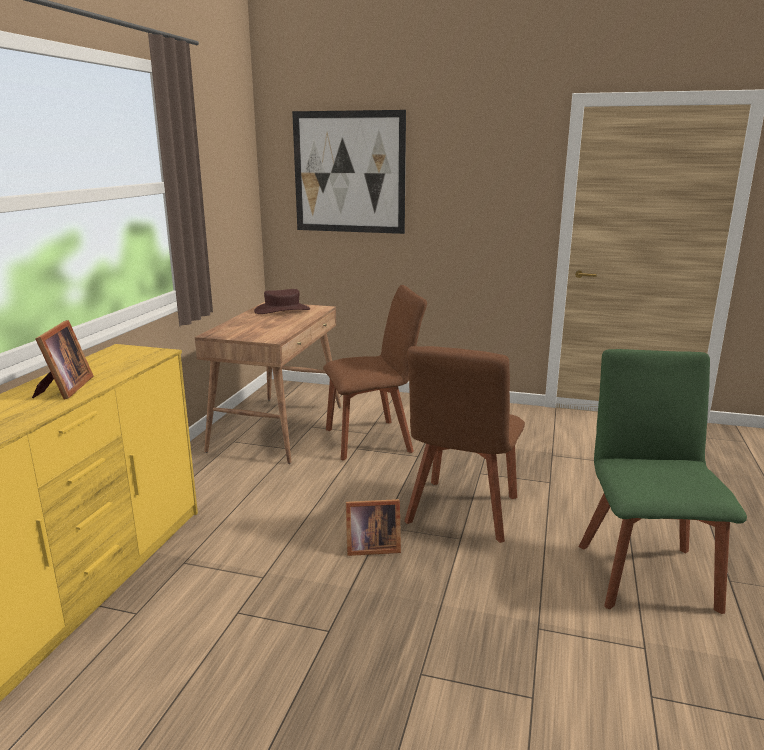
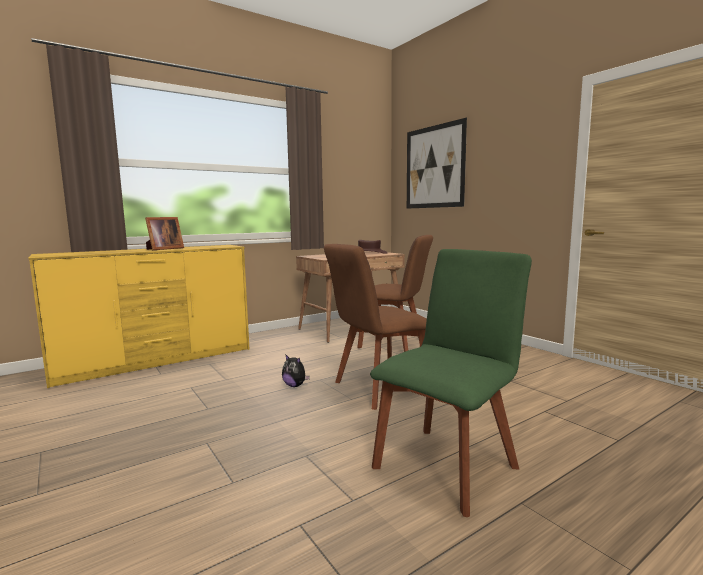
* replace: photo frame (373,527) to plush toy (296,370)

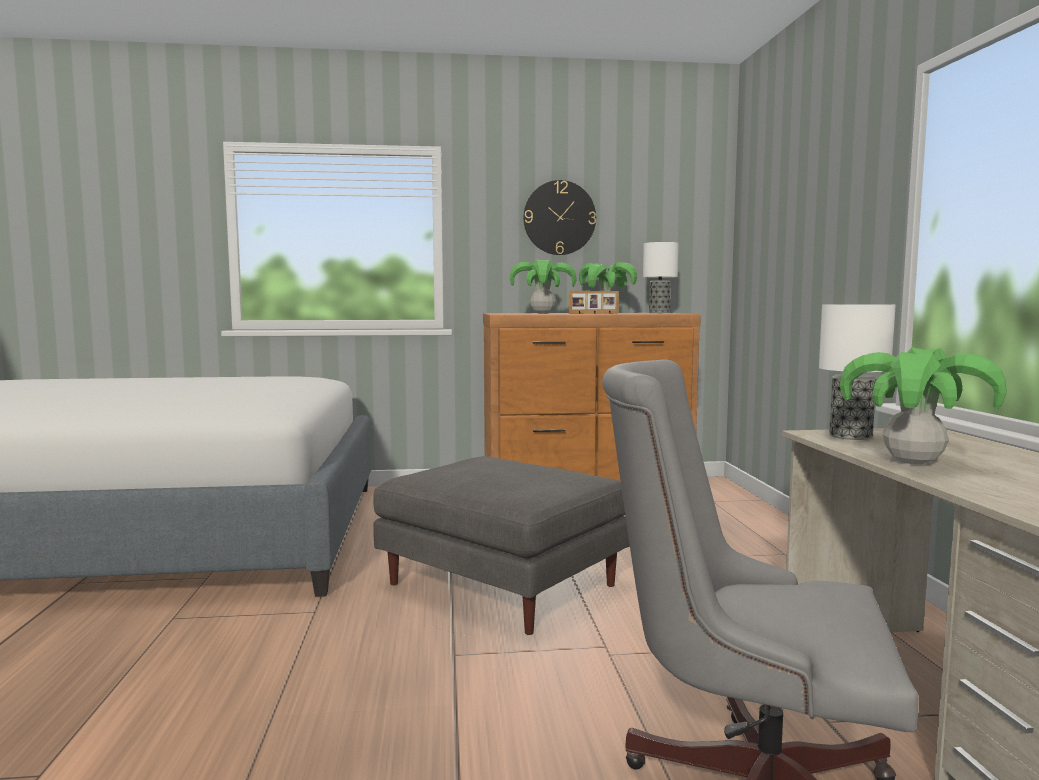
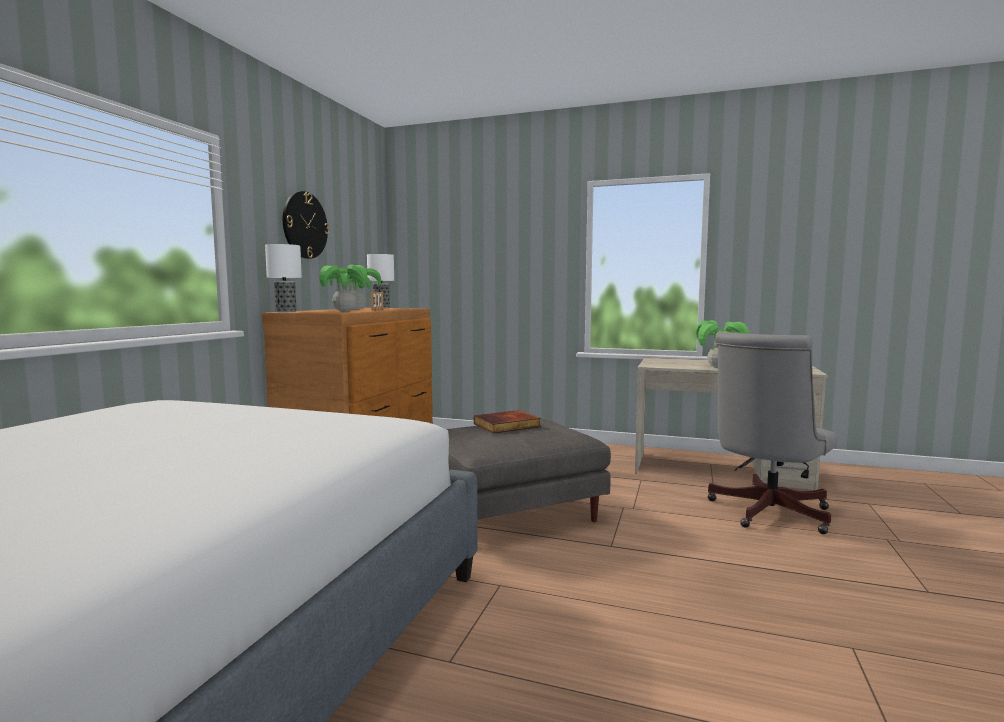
* insert: volume (507,421)
* move: table lamp (857,372) to (283,278)

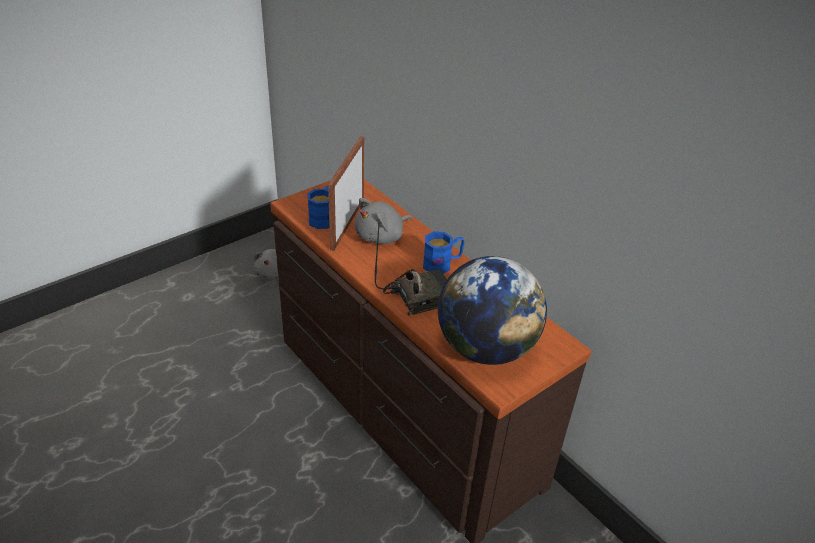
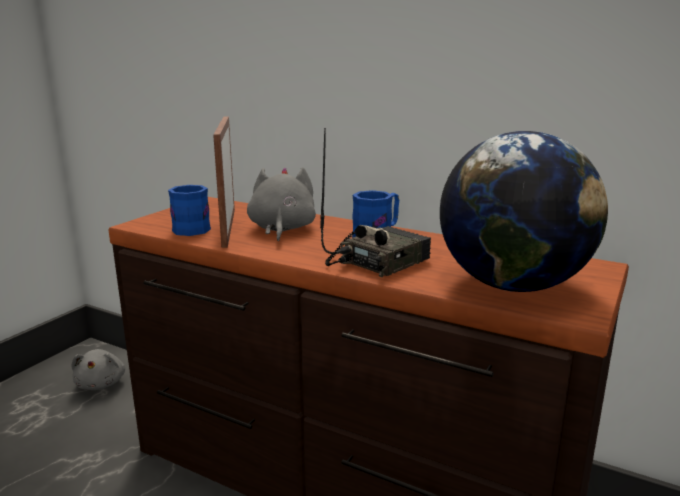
* rotate: plush toy (gray) (383,221) = (281,204) 150 degrees clockwise

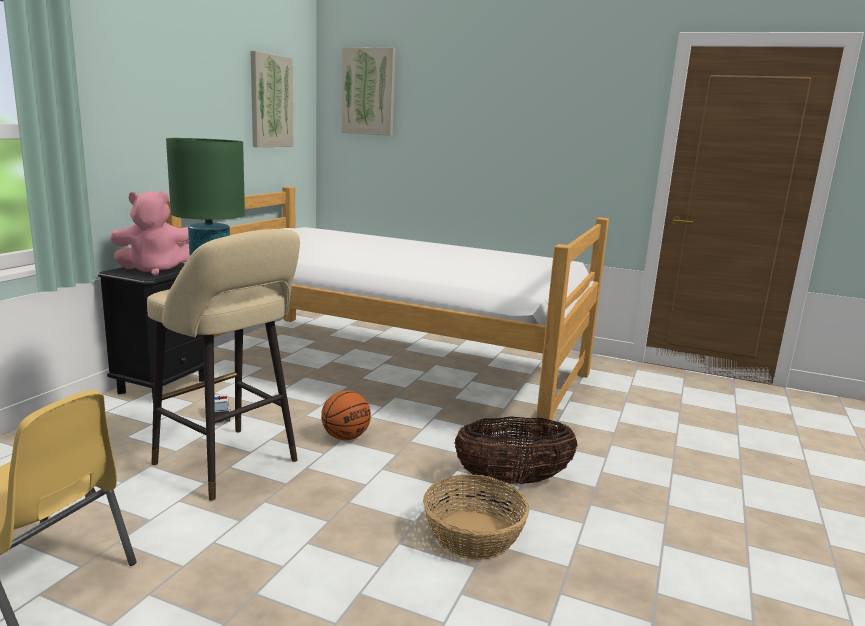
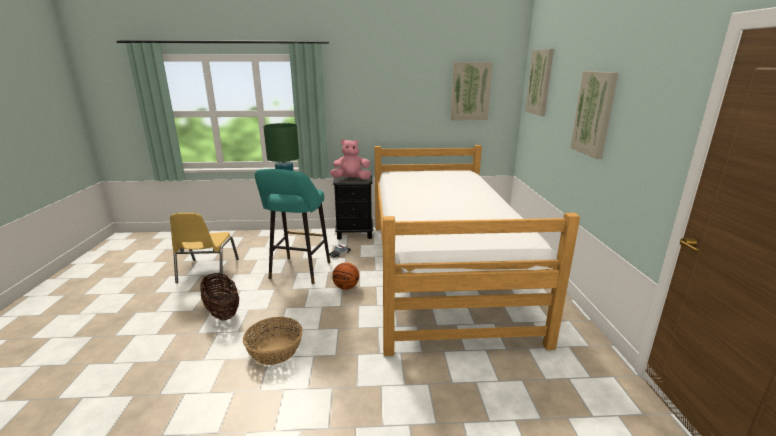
* insert: picture (594,115)
* move: basket (516,450) to (219,296)
* recolor: stool seat (beige) (223,365) to stool seat (blue-green) (292,226)
* rotate: plush toy (pinkish) (150,233) = (350,159) 120 degrees clockwise

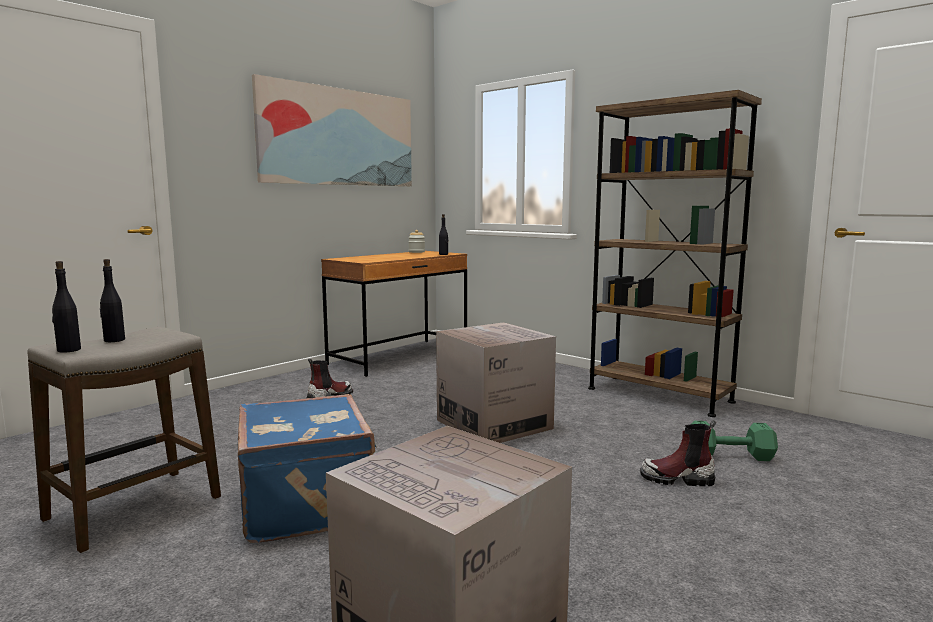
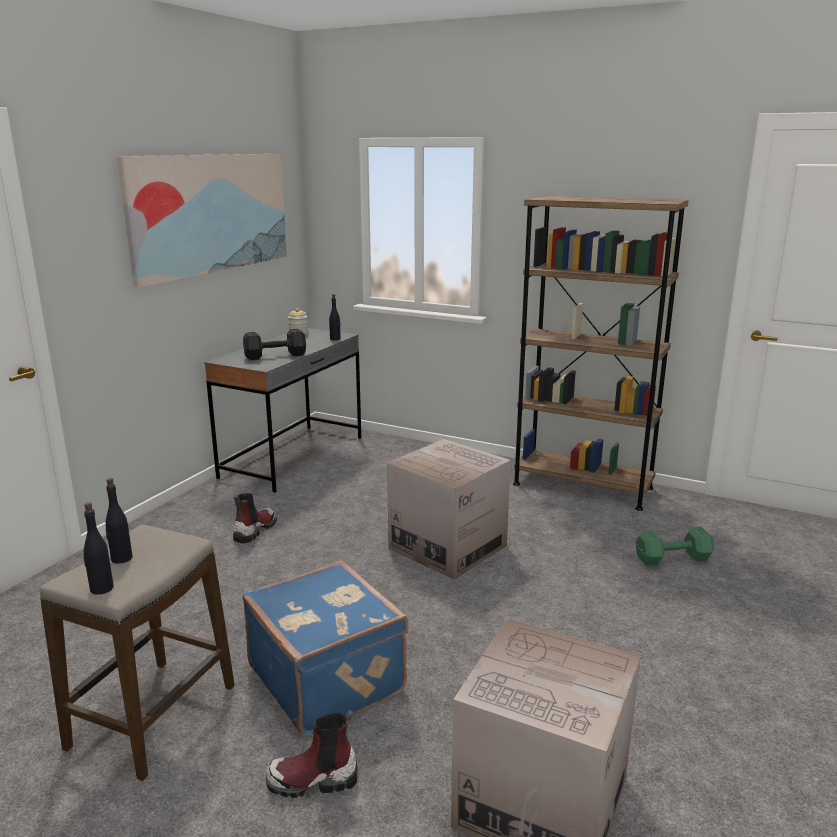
* insert: free weight (black) (274,344)
* move: high-top boot (678,453) to (312,754)
* recolor: desk table (brownish) (394,314) to desk table (gray) (282,410)

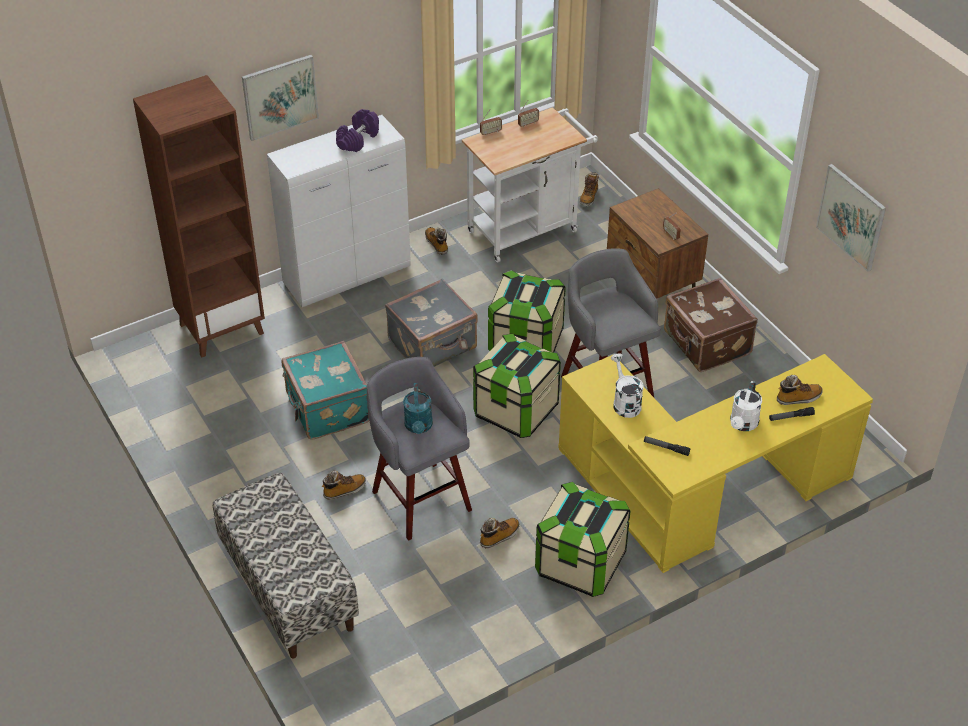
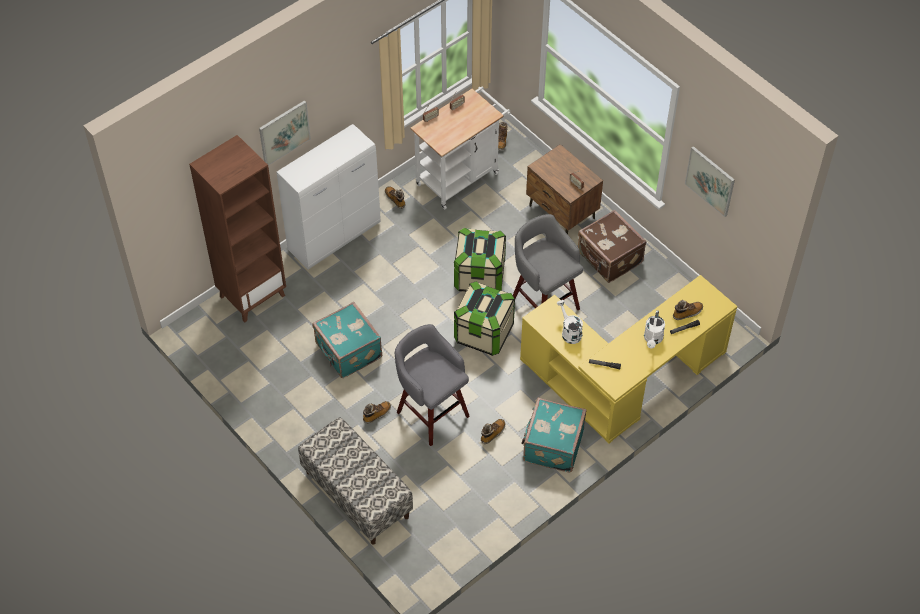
* delete: free weight (purple) (357,130)
* delete: piece of luggage (gray) (431,322)
* delete: watering pot (blue-green) (418,408)
* replace: storage box (583,539) to piece of luggage (blue-green) (554,435)

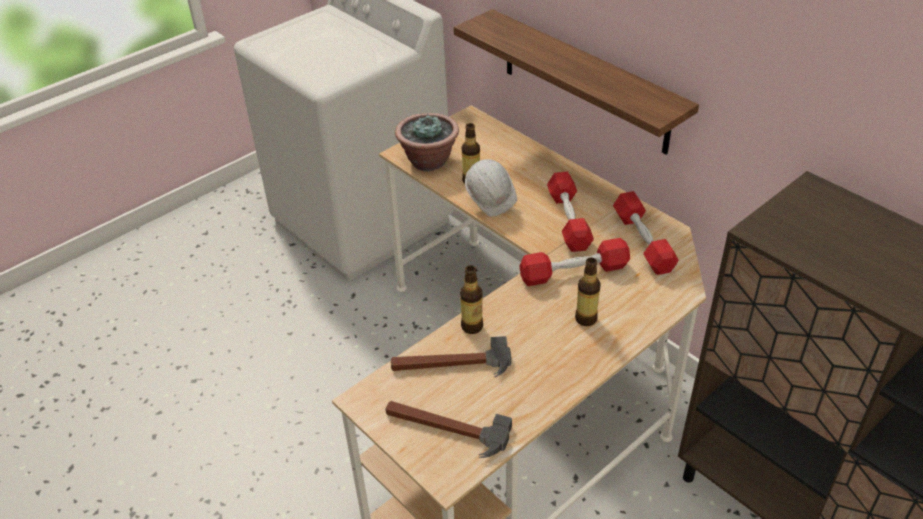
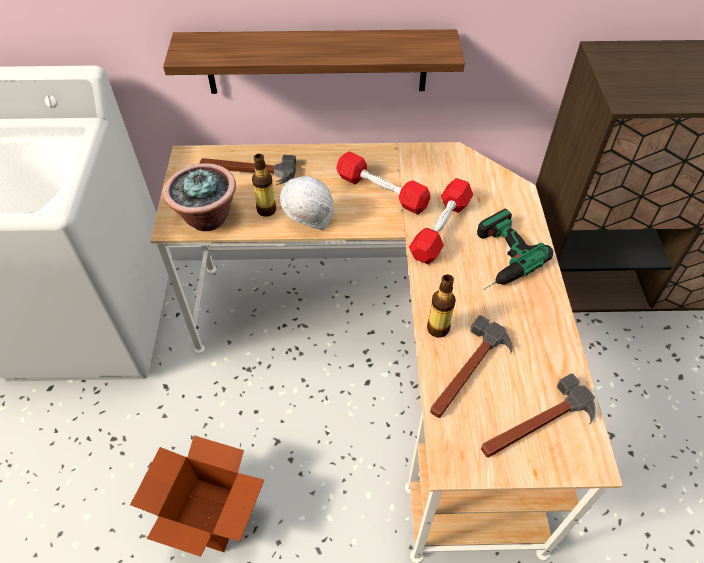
* delete: free weight (reddish) (645,233)
* insert: packing box (197,496)
* insert: hammer (247,170)
* replace: bottle (588,292) to power drill (515,249)

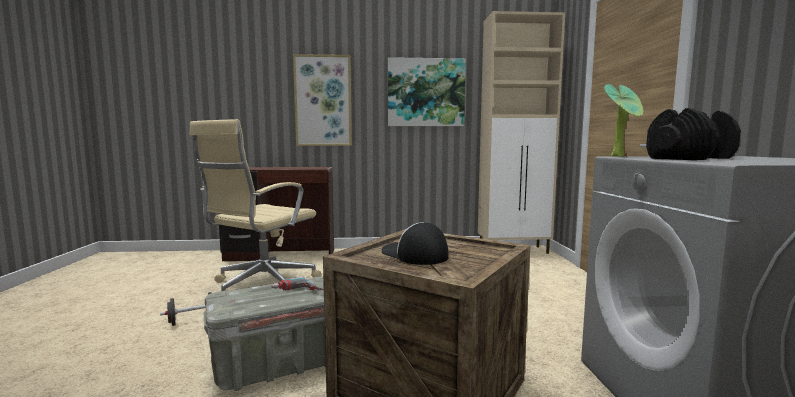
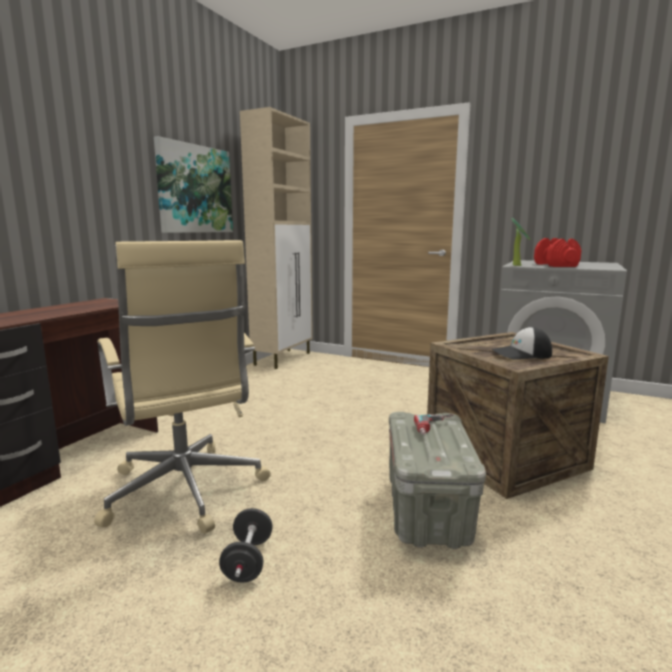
* delete: picture (322,100)
* recolor: free weight (black) (693,134) to free weight (reddish) (558,252)

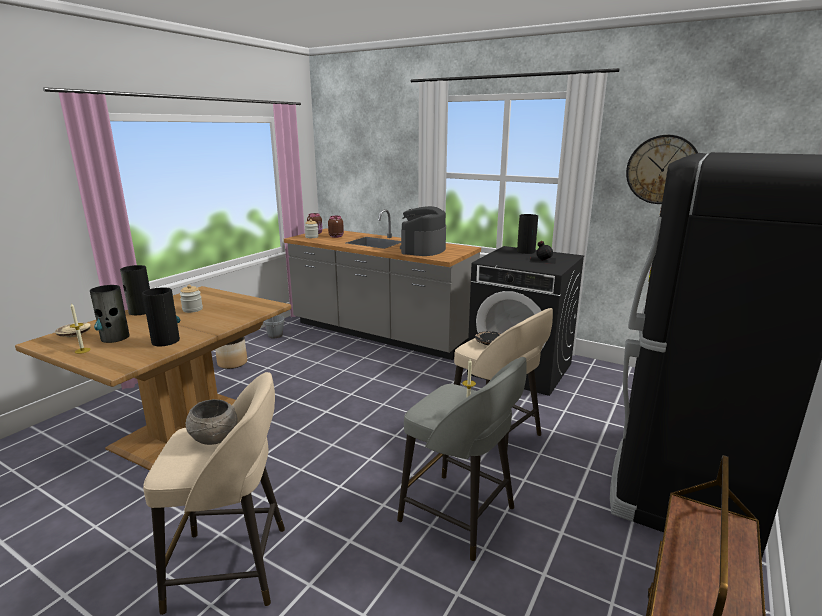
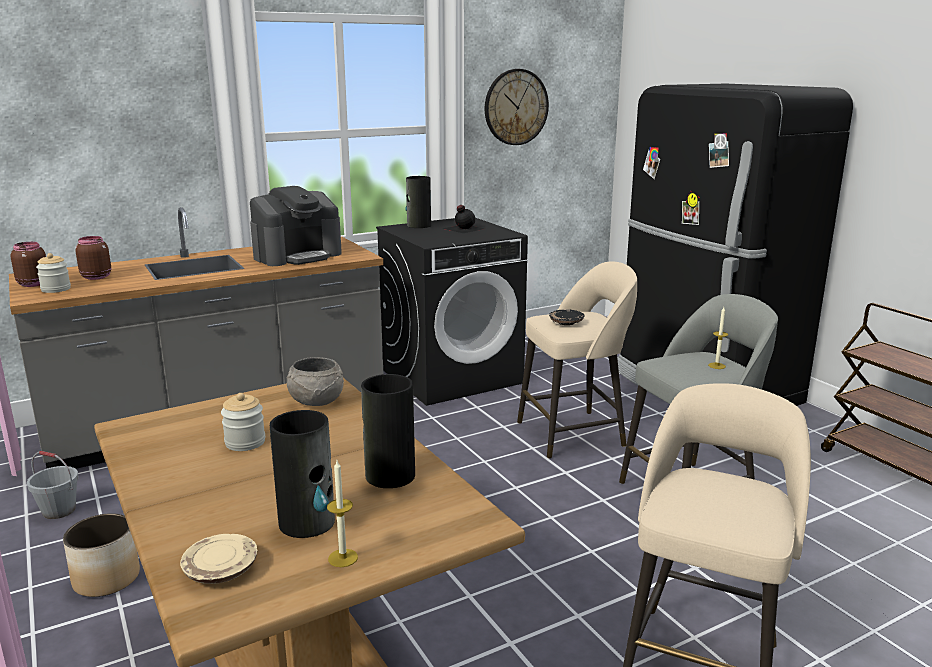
* delete: flower vase (135,290)
* move: serving bowl (gray) (211,422) to (315,381)
* rotate: coffee maker (423,231) = (296,226) 90 degrees counterclockwise

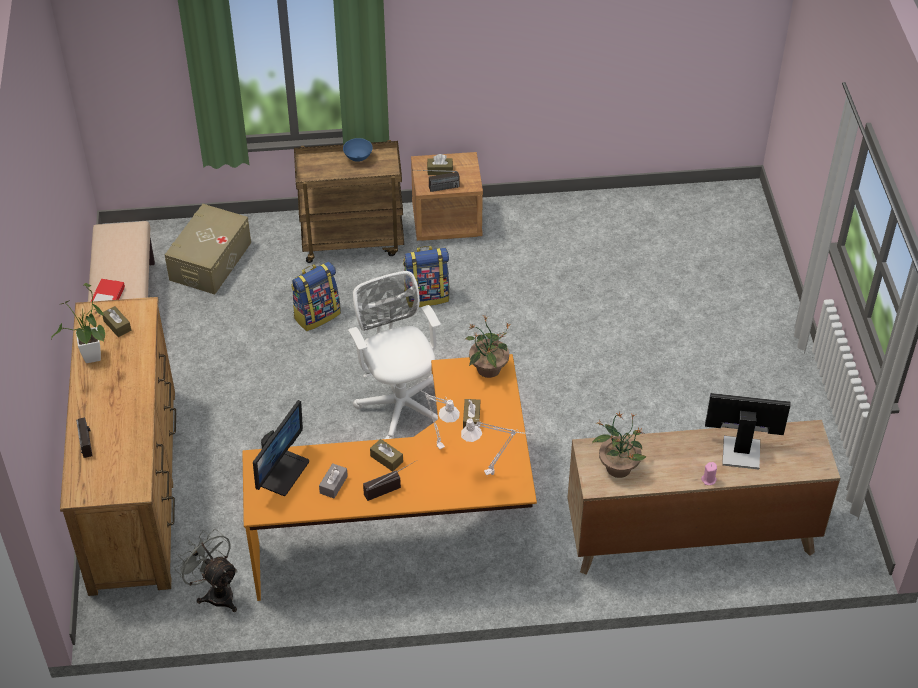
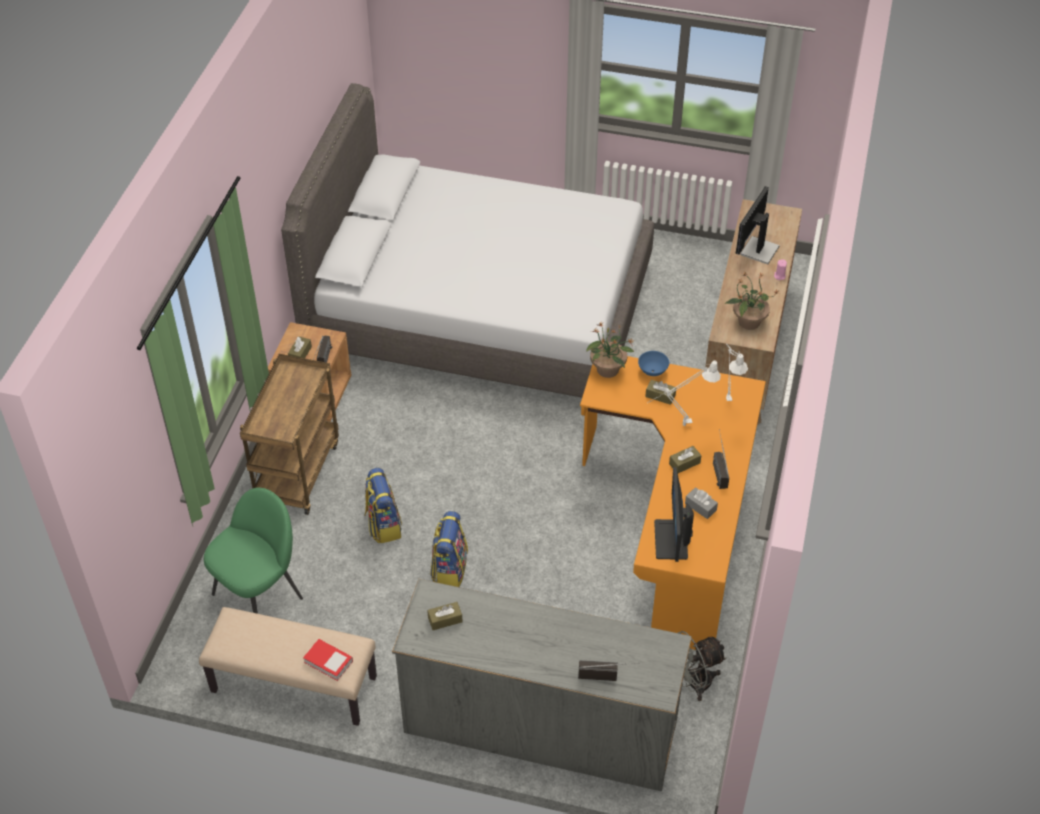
* delete: houseplant (78,323)
* delete: desk chair (white) (394,355)
* insert: sleeping bed (gray) (467,240)
* move: serving bowl (blue-coloured) (358,150) to (653,363)
* move: knapsack (426,276) to (449,549)
* replace: storage box (beige) (208,249) to upright chair (greenish) (253,551)
* recolor: drawer chest (brownish) (118,446) to drawer chest (gray) (542,685)
* rotate: monitor (281,448) = (674,514) 135 degrees counterclockwise

